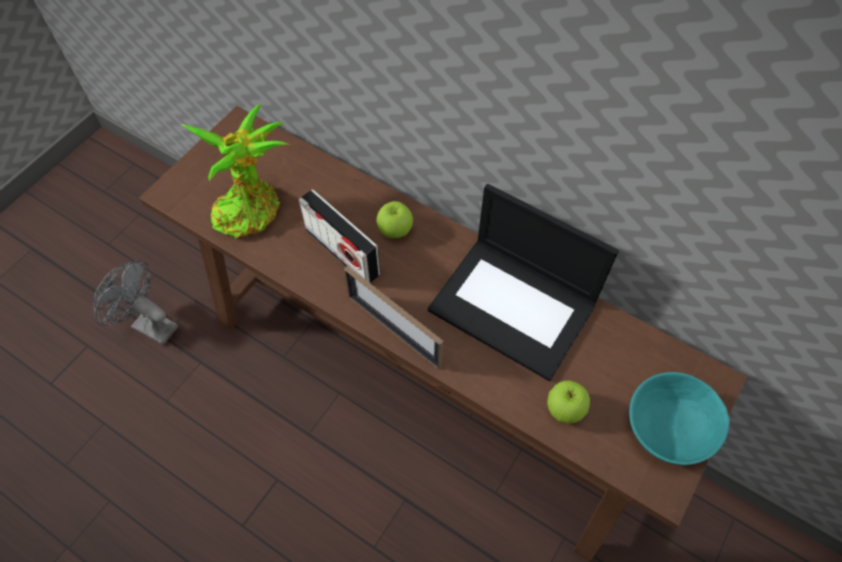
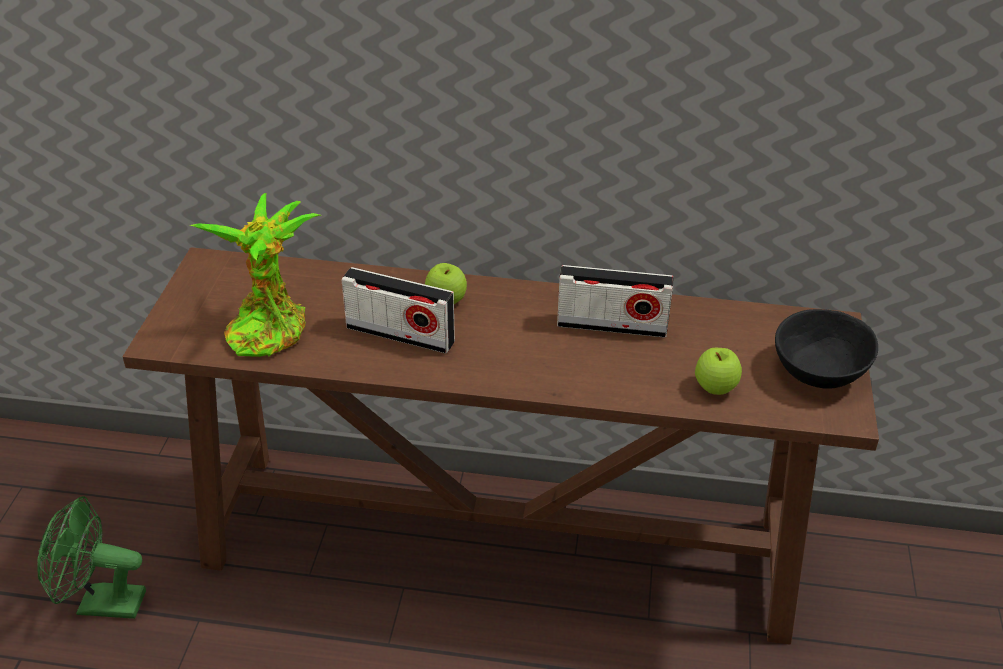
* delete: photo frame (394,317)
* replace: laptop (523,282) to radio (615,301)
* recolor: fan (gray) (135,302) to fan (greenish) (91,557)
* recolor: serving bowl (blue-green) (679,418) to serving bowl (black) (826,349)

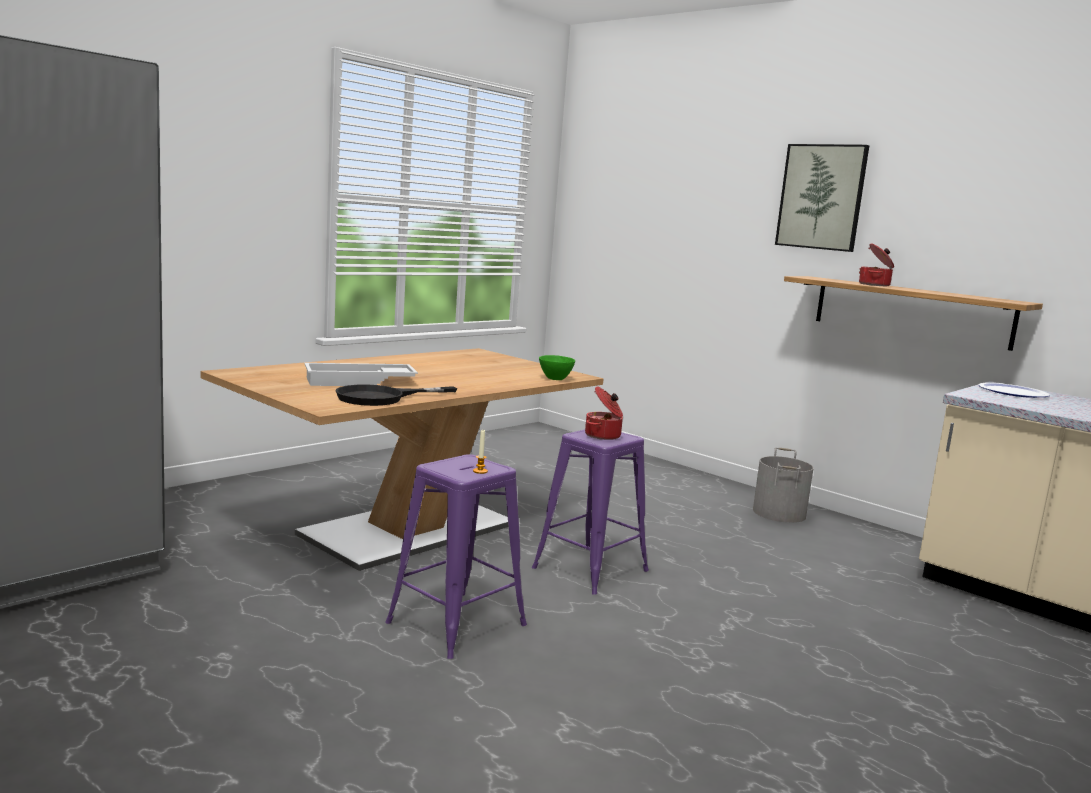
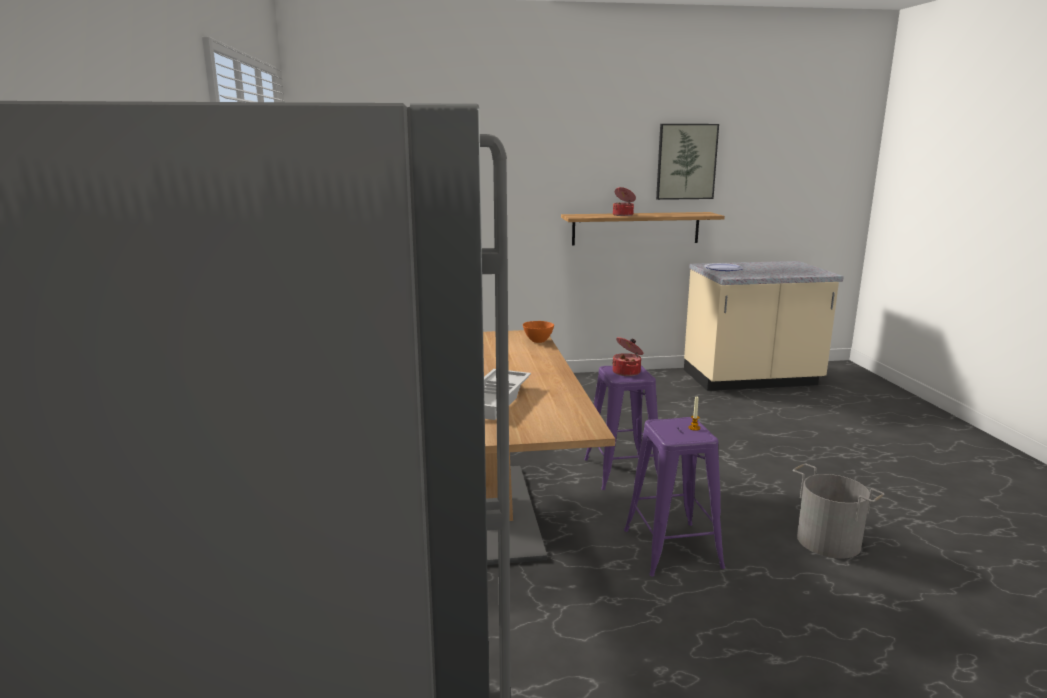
* delete: pan (black) (396,395)
* move: bucket (gray) (783,485) to (839,511)
* move: picture (822,198) to (687,162)
* recolor: serving bowl (greenish) (557,367) to serving bowl (orange) (538,332)

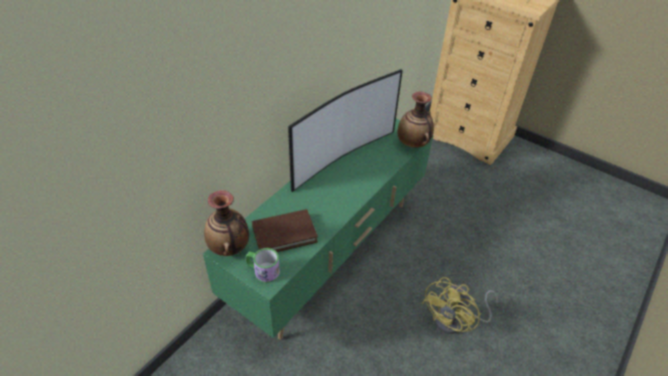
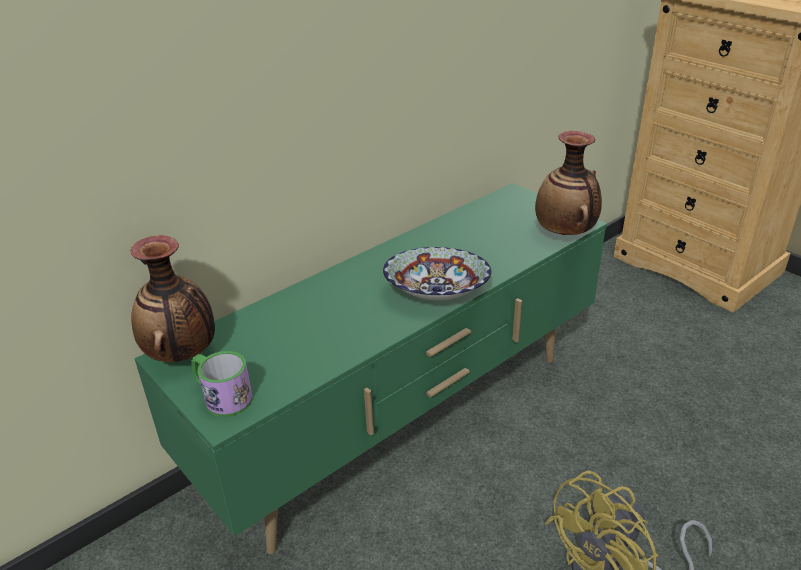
* delete: volume (brownish) (285,230)
* delete: TV (345,130)
* insert: serving bowl (437,274)

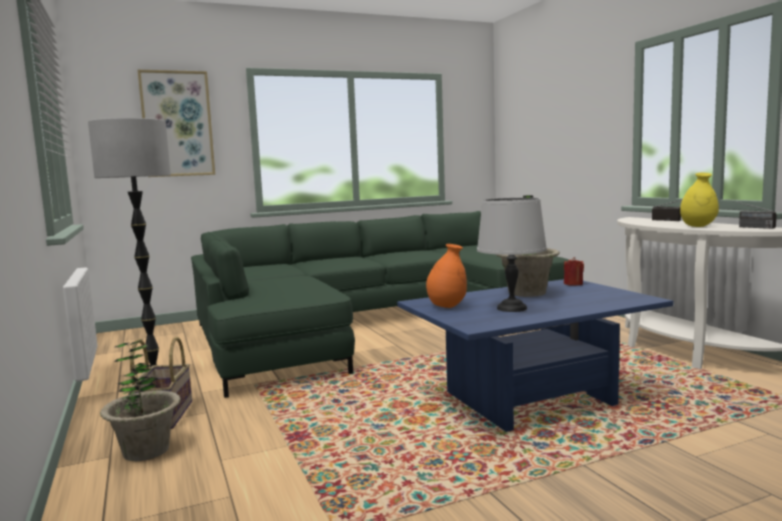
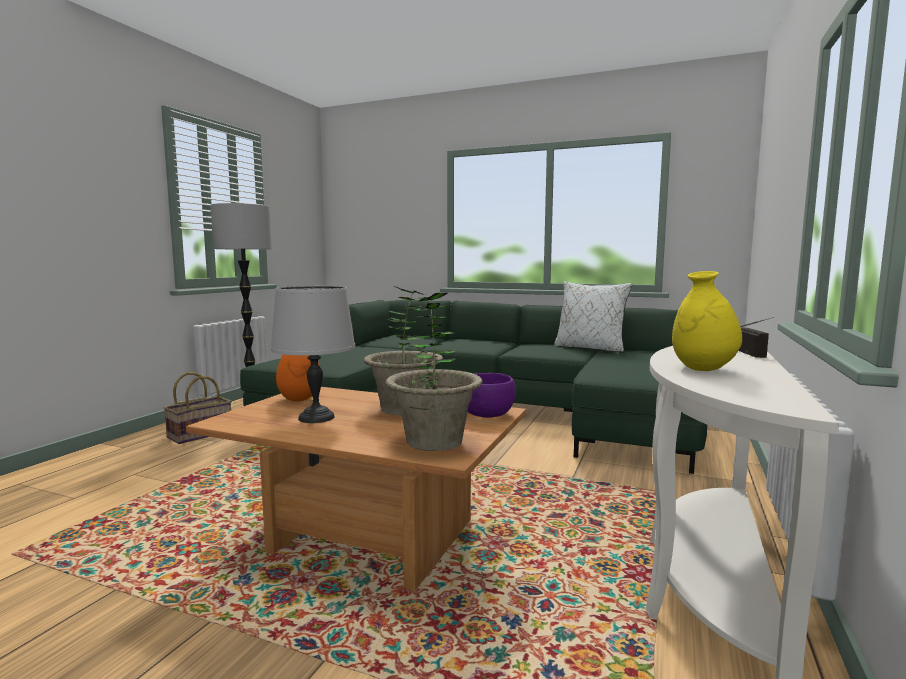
* delete: picture (176,123)
* delete: radio (751,214)
* insert: throw pillow (white) (593,317)
* move: houseplant (140,400) to (434,372)
* replace: wax candle (reddish) (574,271) to serving bowl (purple) (492,395)
* recolor: lounge table (blue-coloured) (535,355) to lounge table (brownish) (356,489)

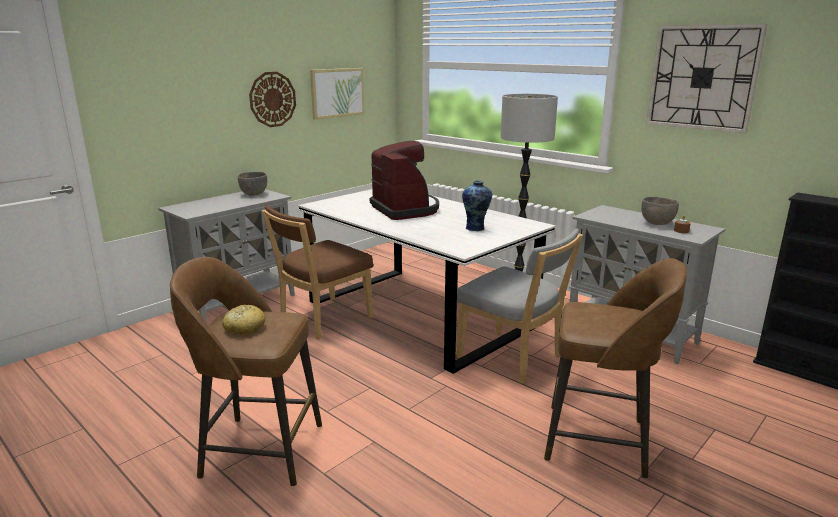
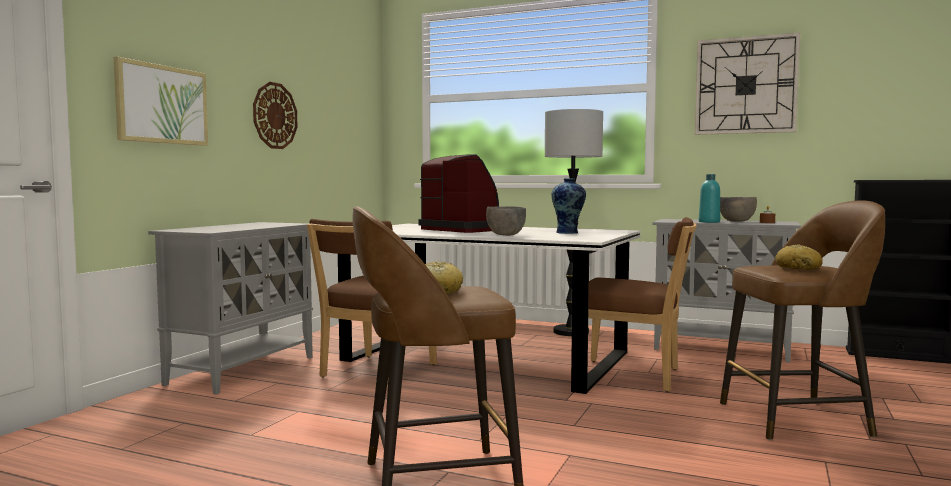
* insert: bottle (blue-green) (709,198)
* insert: bread (799,257)
* move: serving bowl (gray) (252,184) to (506,221)
* move: picture (337,94) to (161,101)
* recolor: upright chair (gray) (519,306) to upright chair (brownish) (642,304)

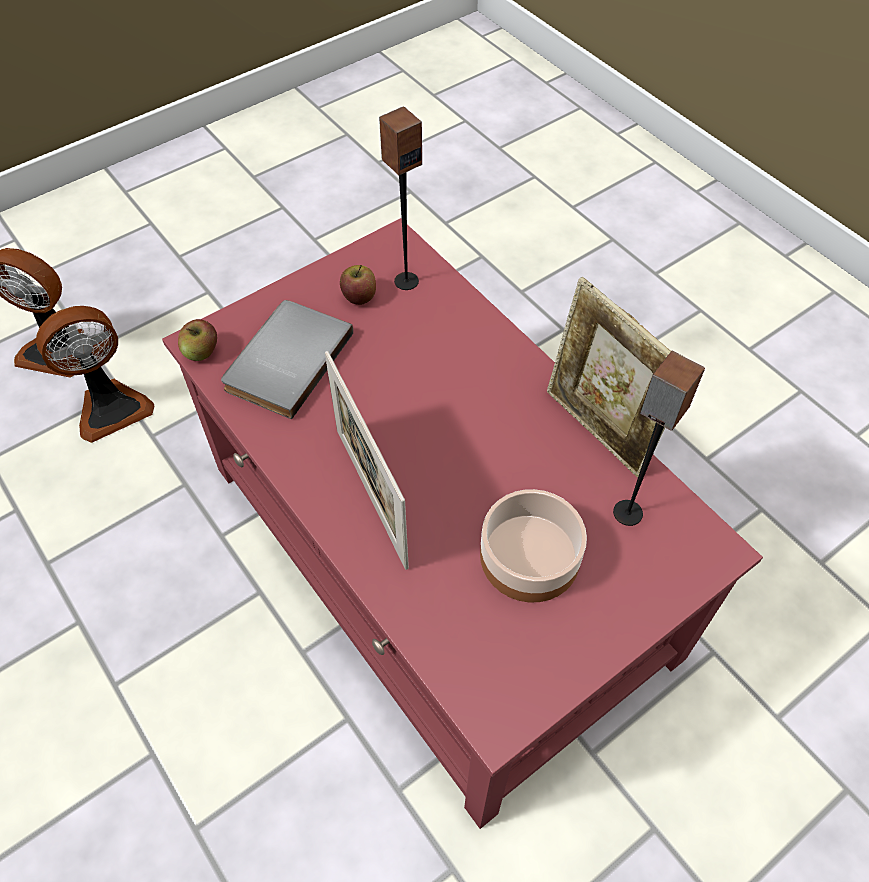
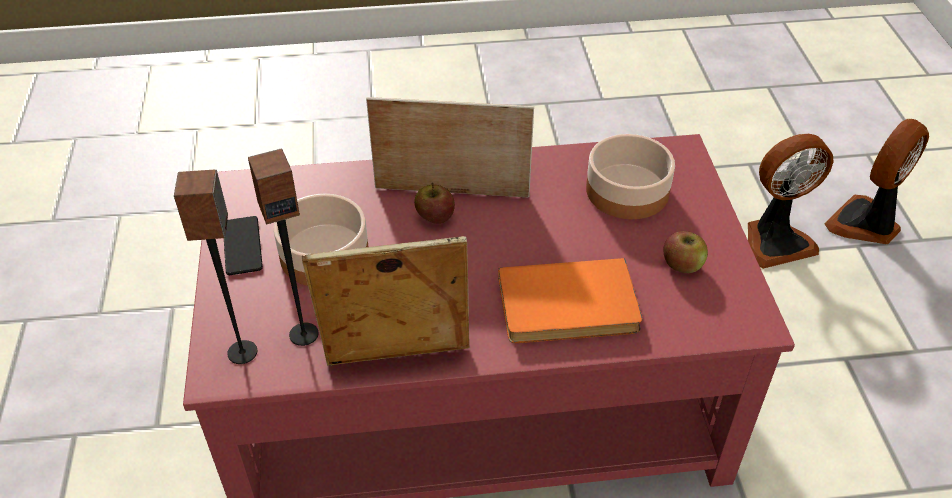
* insert: phone (243,245)
* insert: volume (orange) (570,300)
* move: apple fruit (197,340) to (434,203)
* move: audio speaker (400,198) to (215,267)
* replace: volume (gray) (287,359) to serving bowl (630,176)
* rotate: fan (95,374) = (790,201) 105 degrees counterclockwise

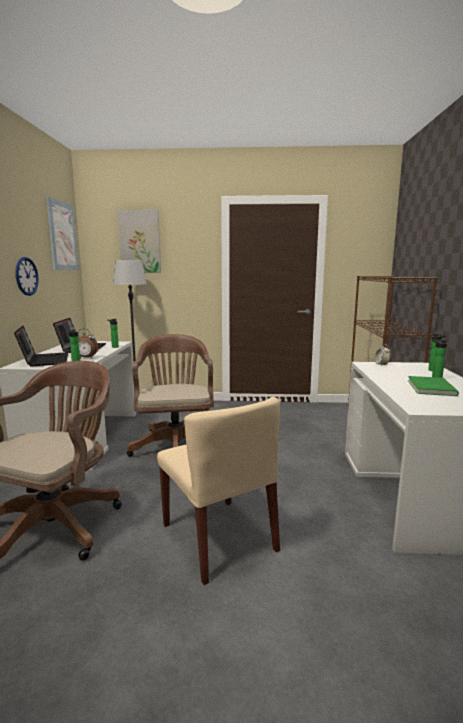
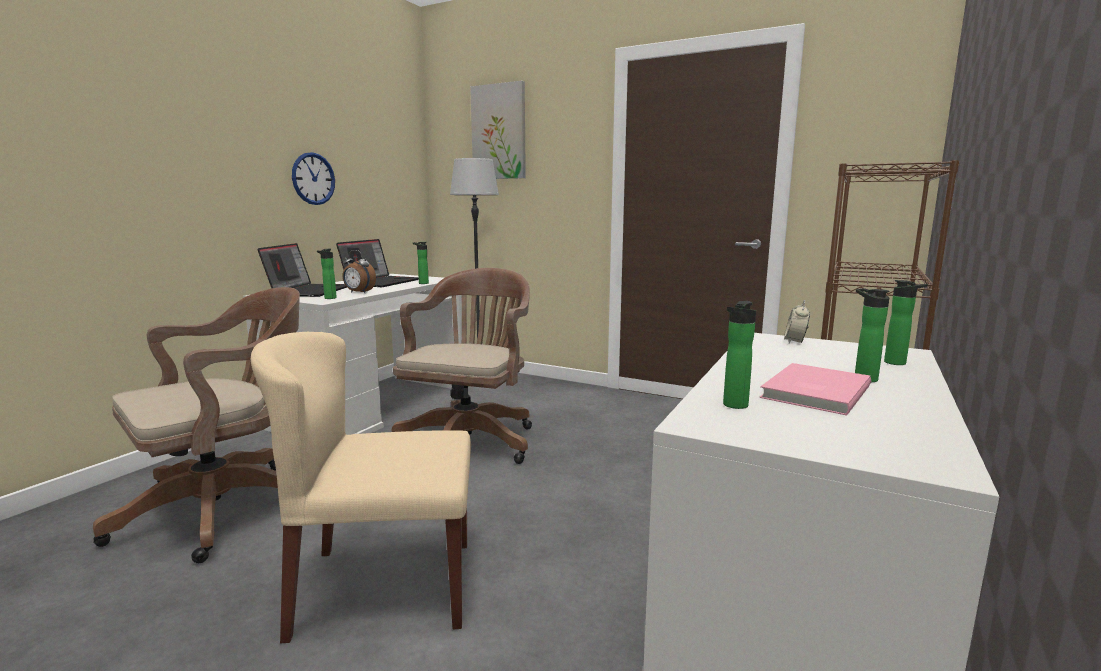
* delete: picture (62,233)
* insert: bottle (739,355)
* recolor: volume (greenish) (433,386) to volume (pinkish) (815,389)
* rotate: upright chair (beige) (218,491) = (361,487) 90 degrees clockwise

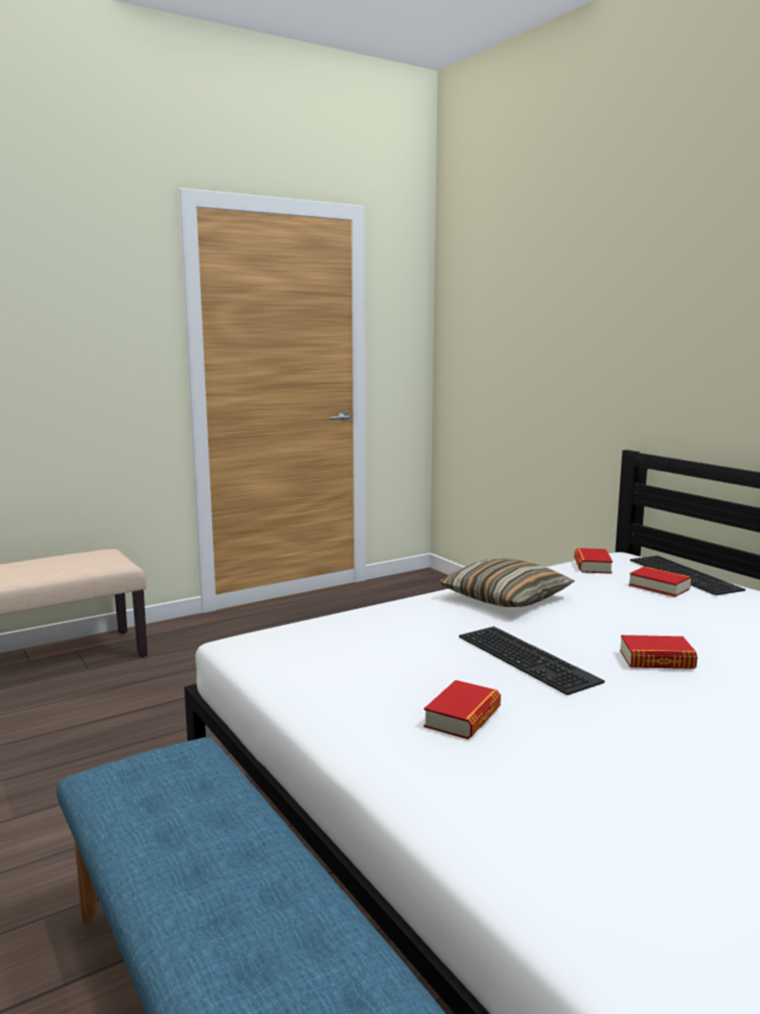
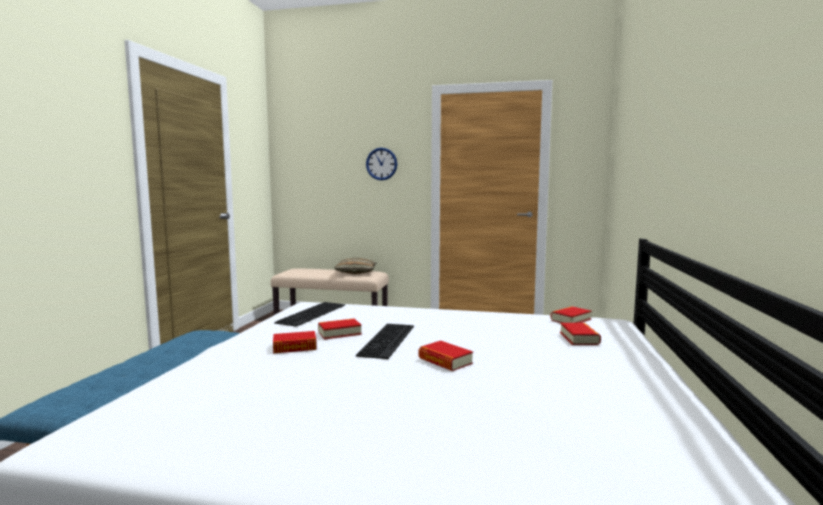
* insert: volume (340,329)
* insert: hanging clock (381,164)
* move: throw pillow (507,582) to (356,266)
* move: computer keyboard (687,576) to (309,314)

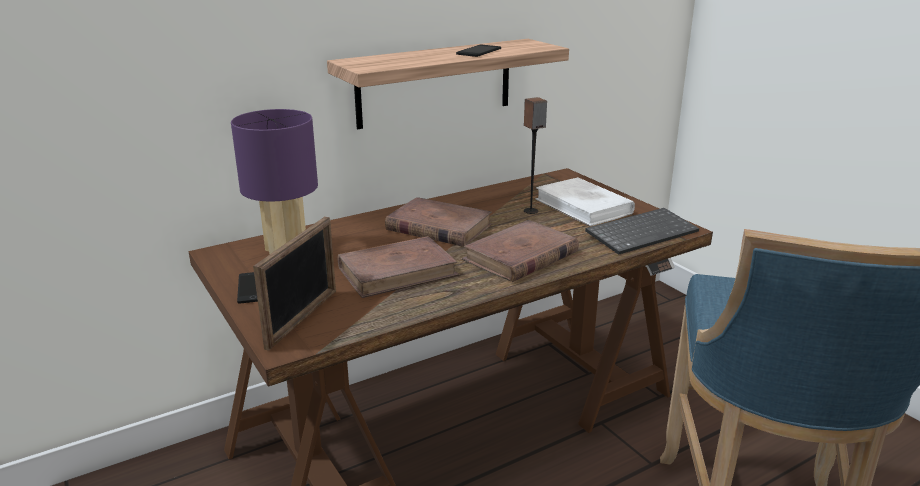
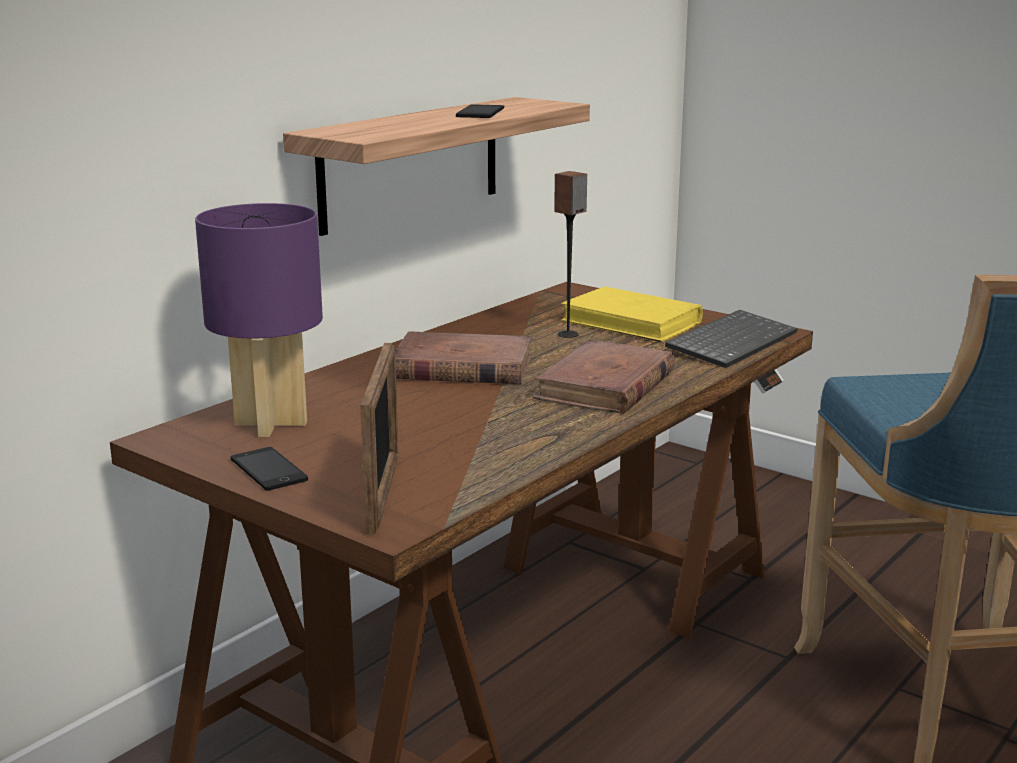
* delete: volume (brownish) (398,267)
* recolor: volume (white) (585,201) to volume (yellowish) (632,314)

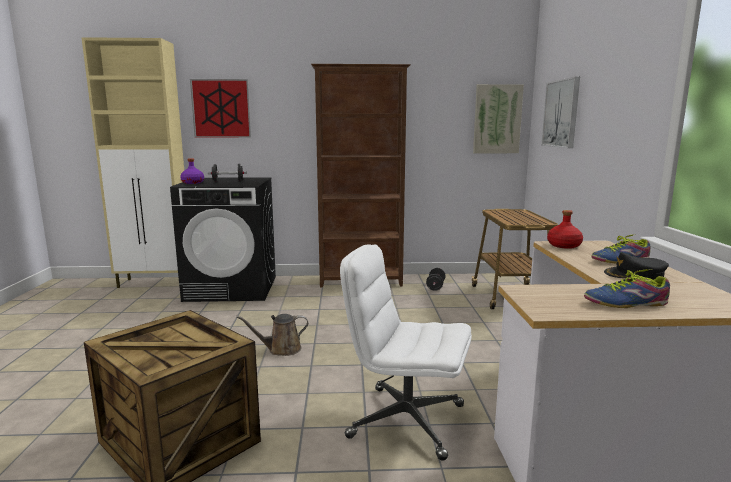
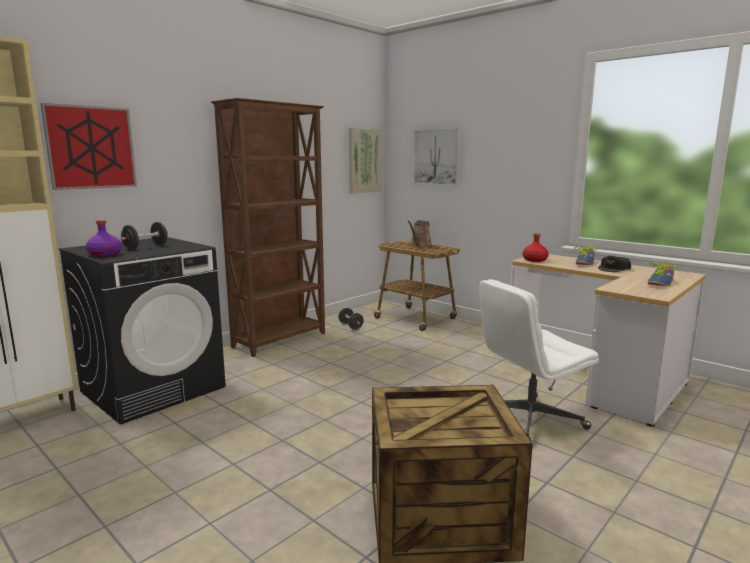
* move: watering pot (brownish) (272,335) to (420,233)

